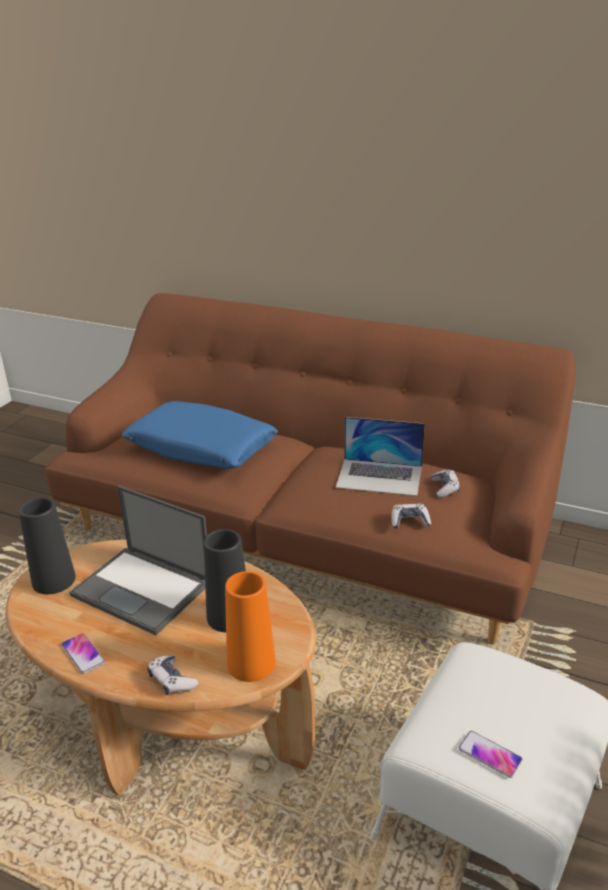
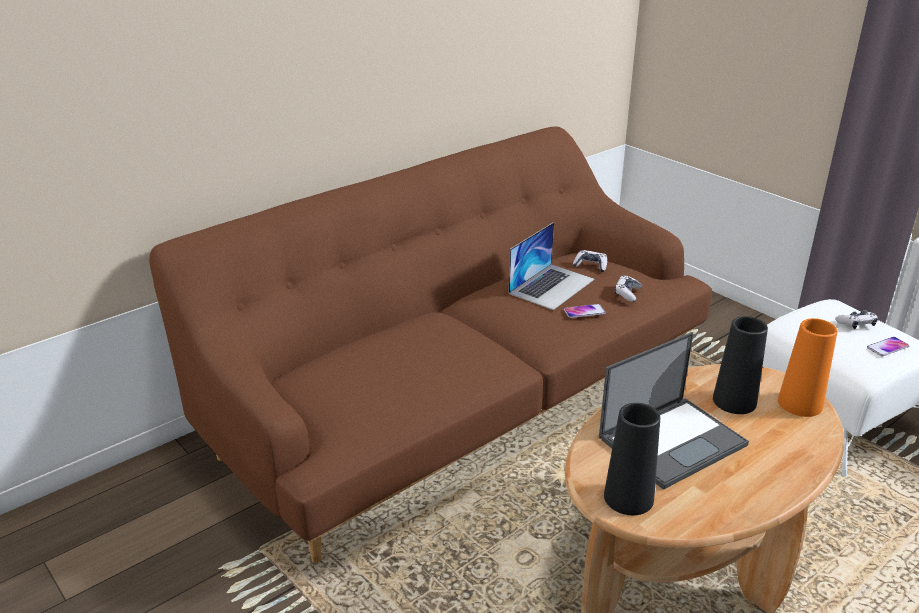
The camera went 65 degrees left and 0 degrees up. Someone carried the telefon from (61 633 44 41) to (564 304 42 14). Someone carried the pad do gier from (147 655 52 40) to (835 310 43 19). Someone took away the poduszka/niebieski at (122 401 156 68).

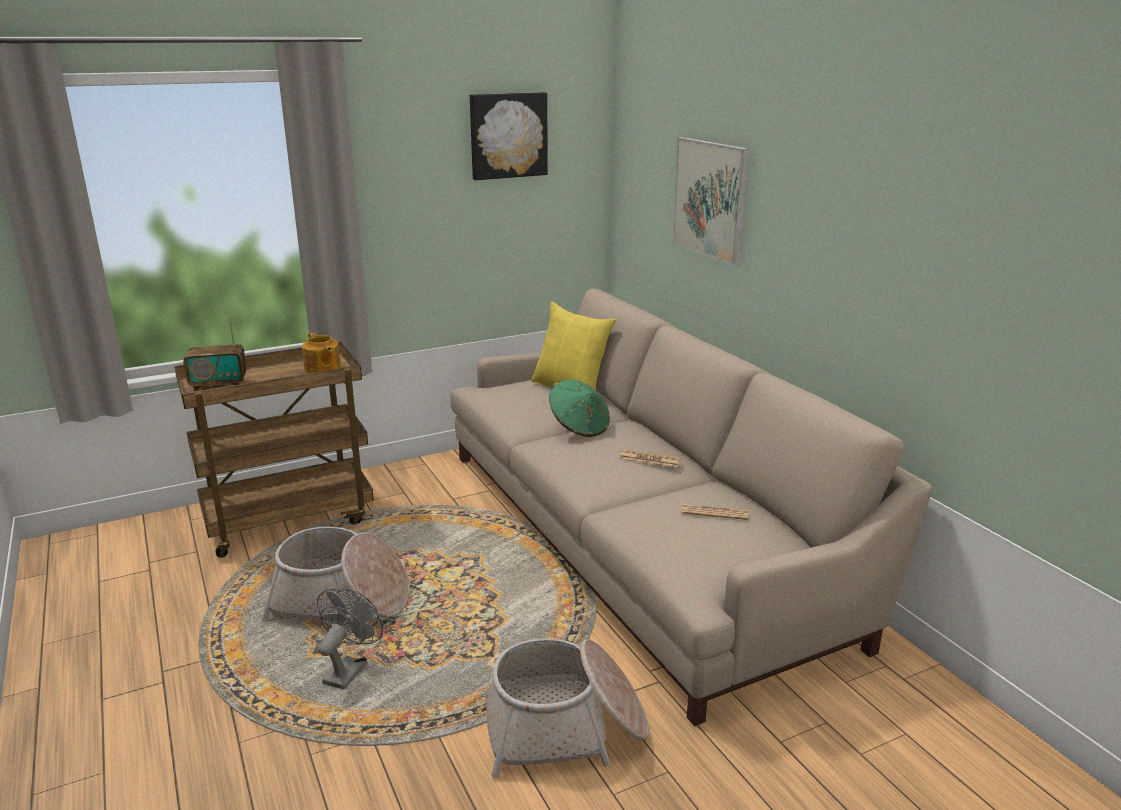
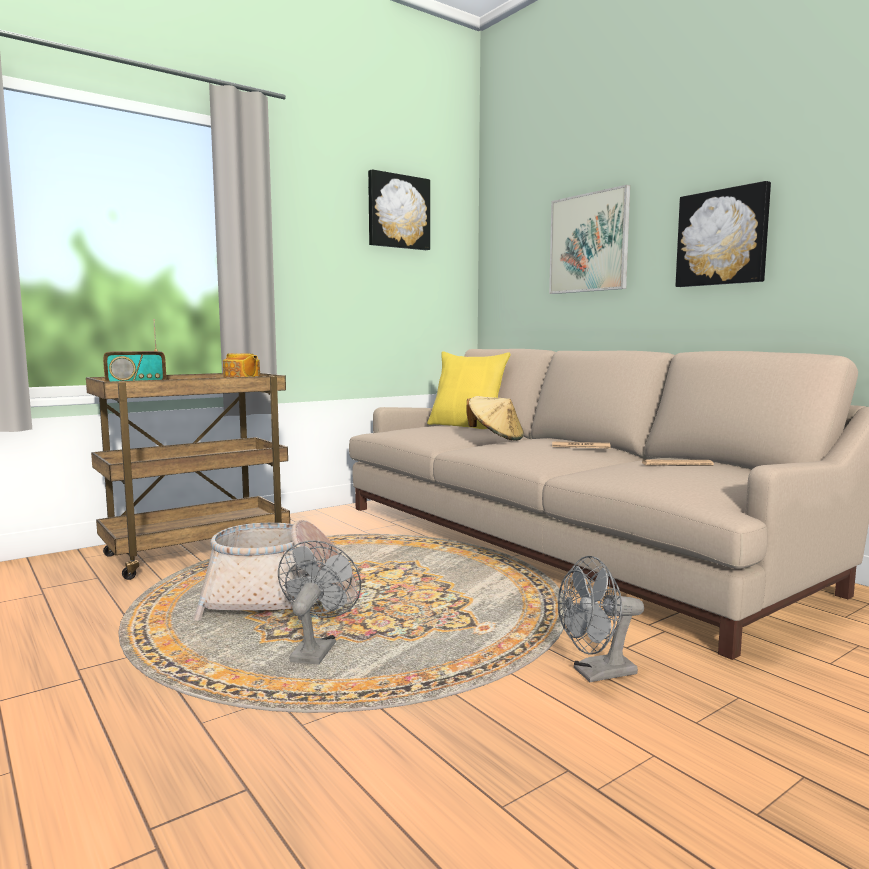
The camera went 10 degrees left and 15 degrees down. Someone repainted the kapelusz/zielony at (549 379 61 58), which became the kapelusz/beżowy at (466 396 58 45). Someone swapped the koszyk at (485 638 164 140) for the wentylator/szary at (558 556 86 126). Someone put up the obraz at (675 181 96 106).

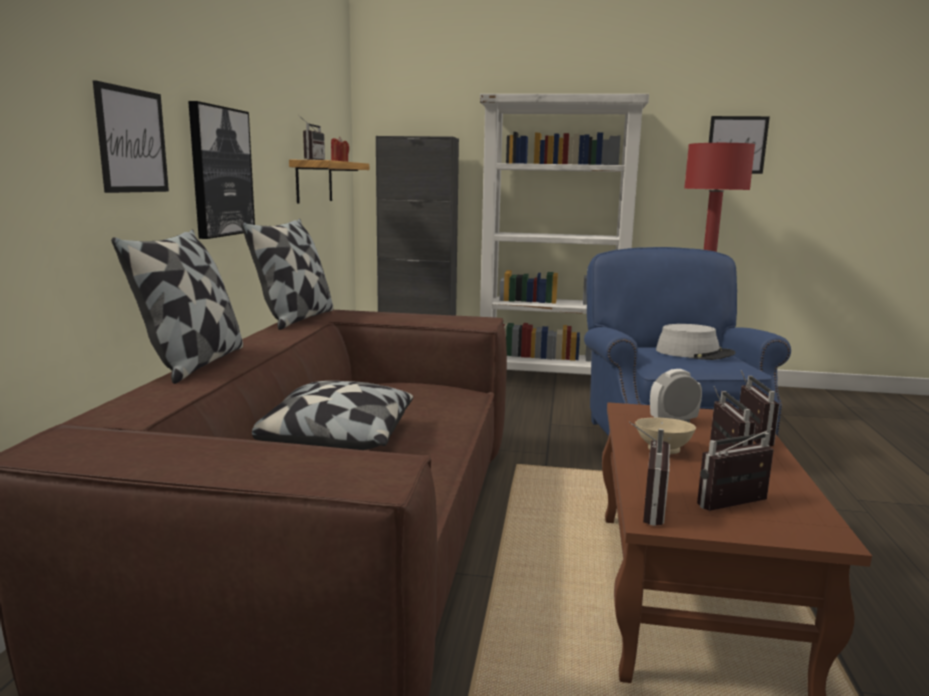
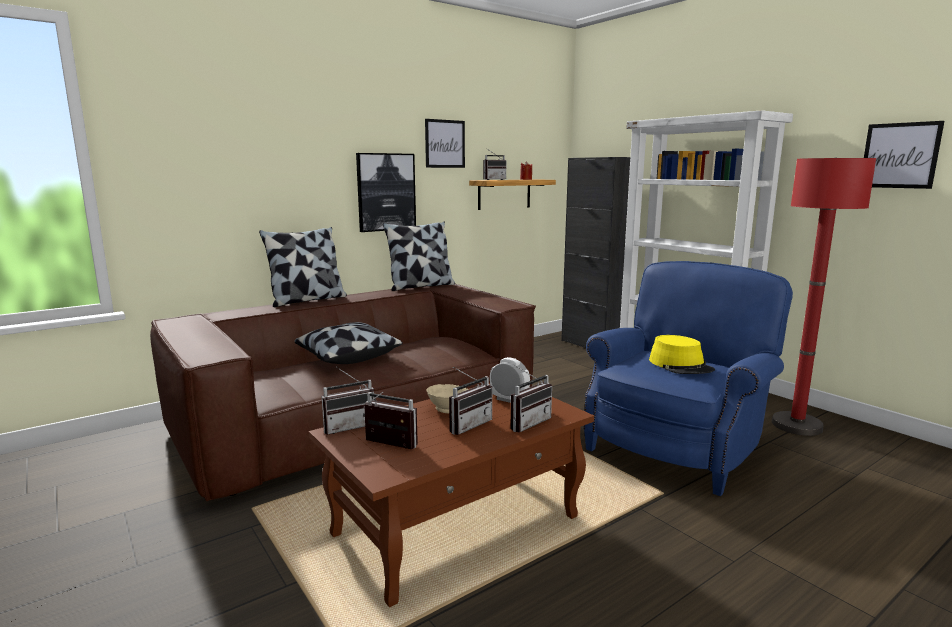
The camera went 45 degrees right and 0 degrees up. Someone carried the obraz from (93 81 76 112) to (425 119 40 49). Someone repainted the kapelusz/szary at (656 324 79 36), which became the kapelusz/żółty at (649 335 66 39).

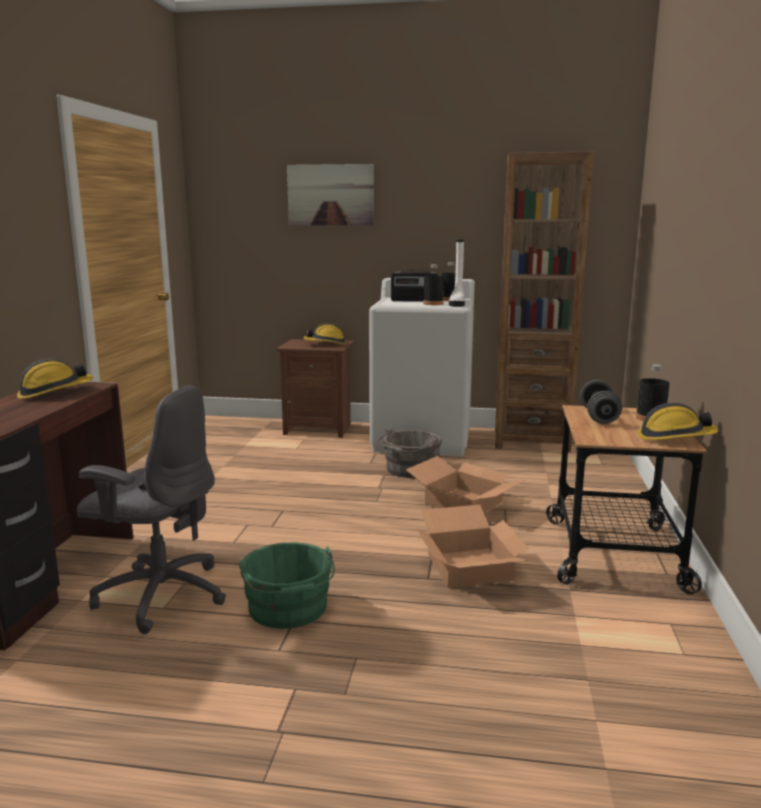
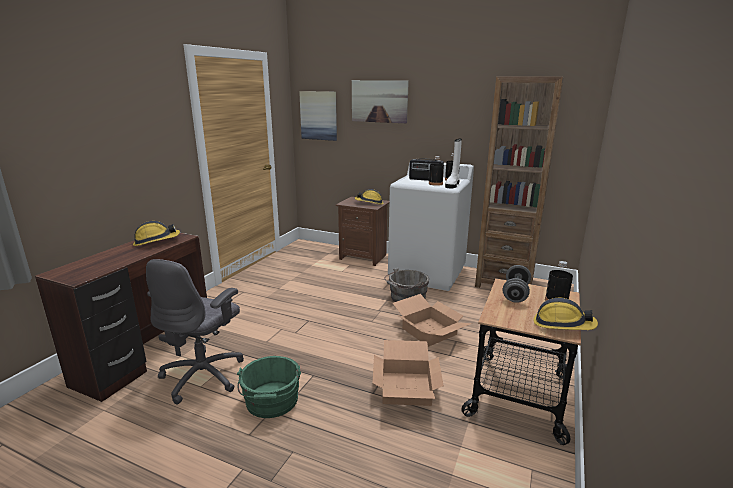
The camera went 15 degrees right and 5 degrees up. Someone rotated the krzesło biurowe/szary at (77 385 149 249) by 75 degrees clockwise. Someone put up the obraz at (299 91 38 50).

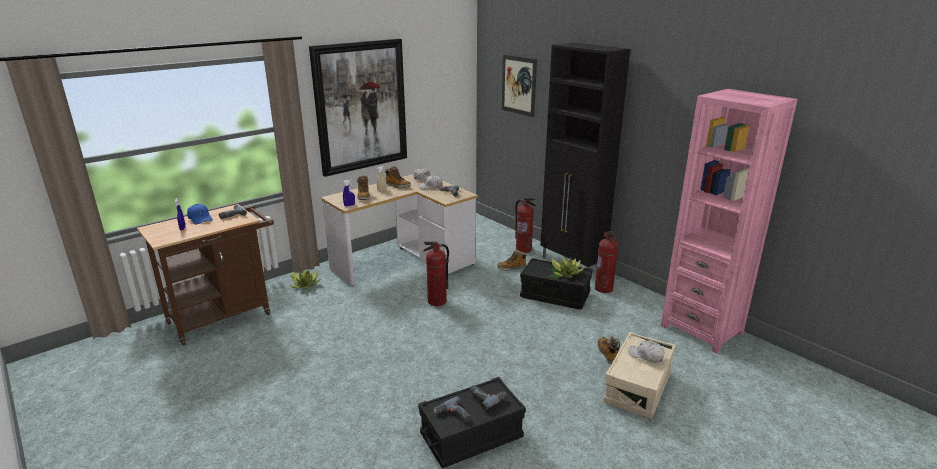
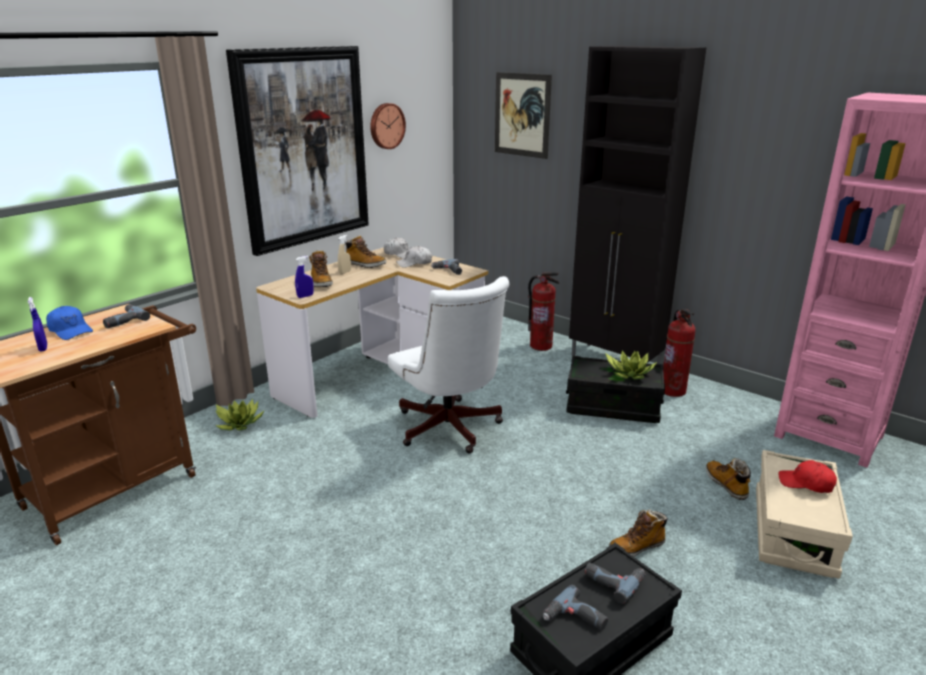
The camera went 10 degrees left and 0 degrees up. Someone put up the zegar ścienny at (370 103 36 46). Someone swapped the gaśnica at (423 242 26 64) for the krzesło biurowe/biały at (388 276 121 177). Someone carried the but z cholewką from (497 250 29 21) to (609 510 59 47). Someone repainted the czapka z daszkiem/biały at (628 340 37 23), which became the czapka z daszkiem/czerwony at (779 460 58 33).

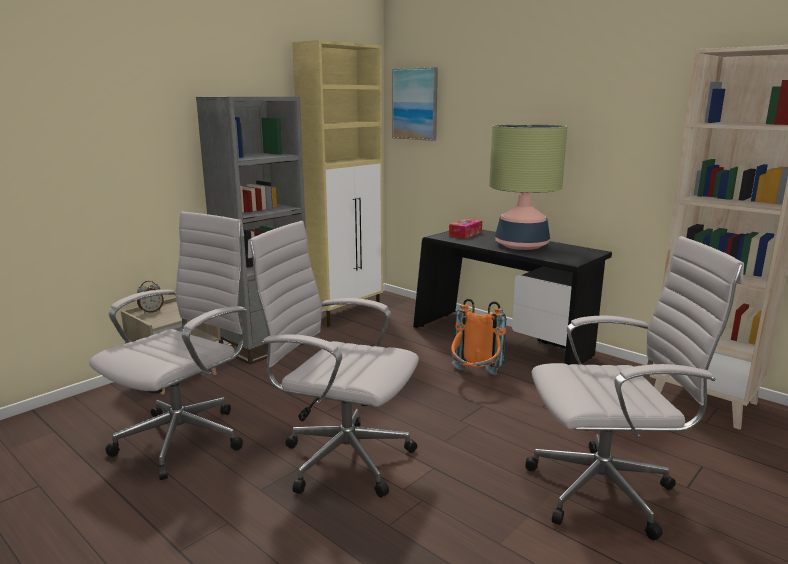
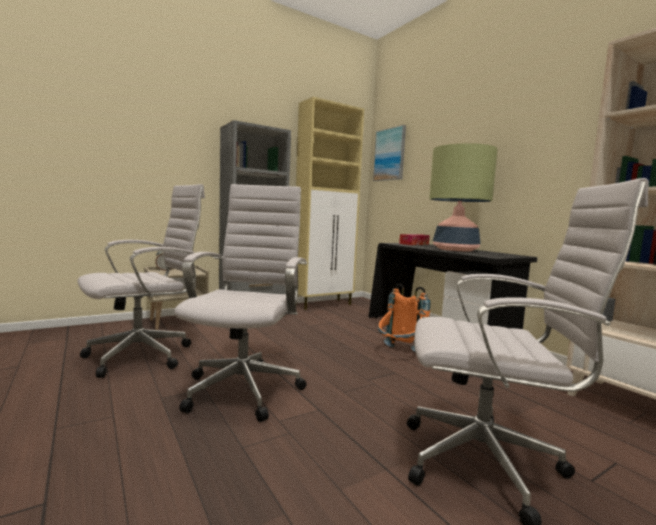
The camera went 15 degrees right and 10 degrees down. Someone rotated the krzesło biurowe/biały at (248 221 171 276) by 60 degrees clockwise.

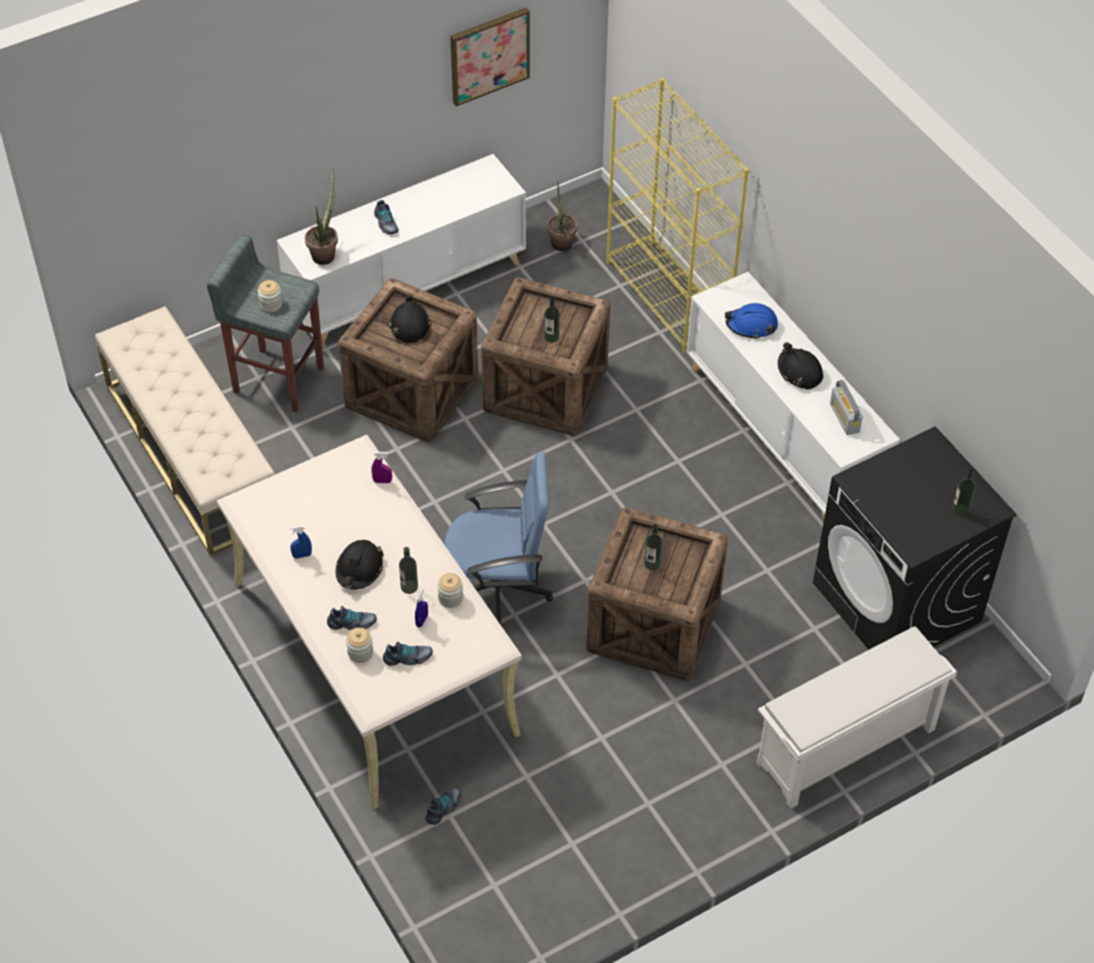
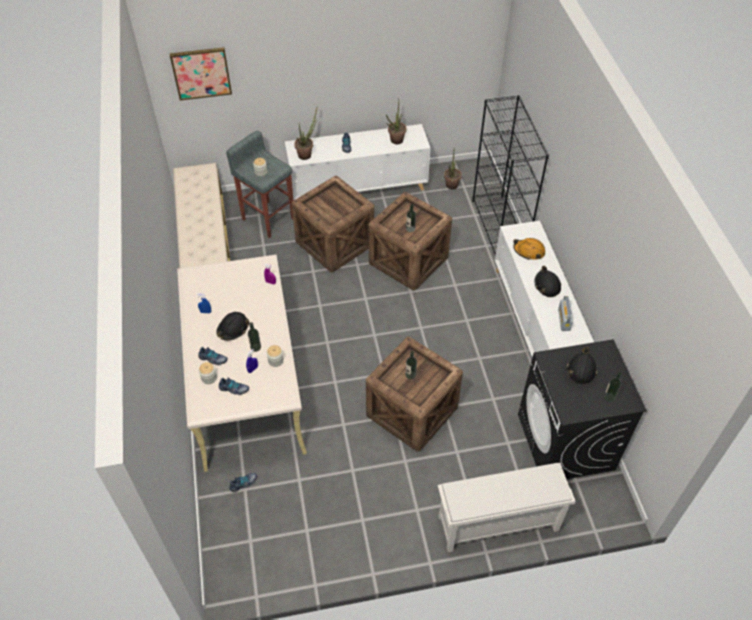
The camera went 20 degrees right and 0 degrees up. Someone carried the obraz from (450 7 80 100) to (170 47 62 54). Someone put down the roślina doniczkowa at (386 100 20 44). Someone repainted the regał/żółty at (606 78 143 276), which became the regał/czarny at (472 95 77 159). Someone repainted the kask/niebieski at (725 303 53 36), which became the kask/pomarańczowy at (513 238 32 22). Someone carried the kask/czarny from (389 294 42 49) to (567 347 31 37). Someone took away the krzesło biurowe/niebieski at (444 452 109 173).

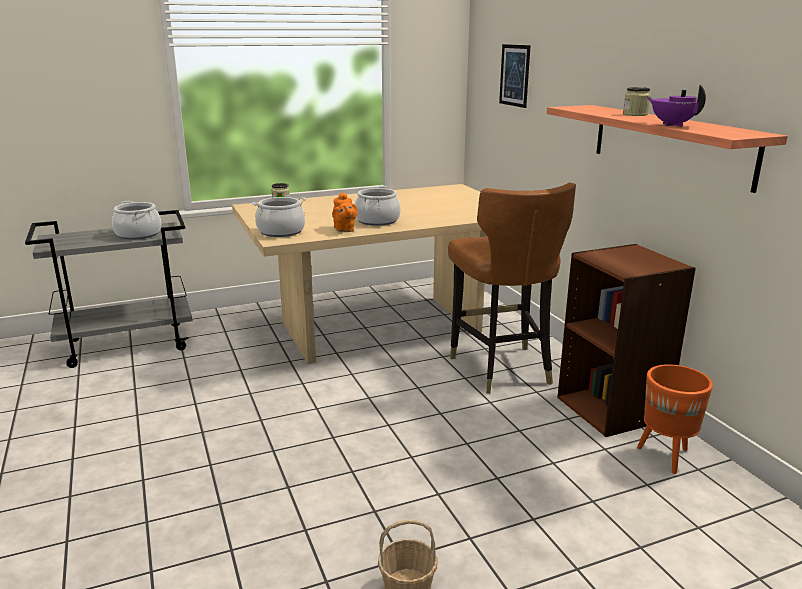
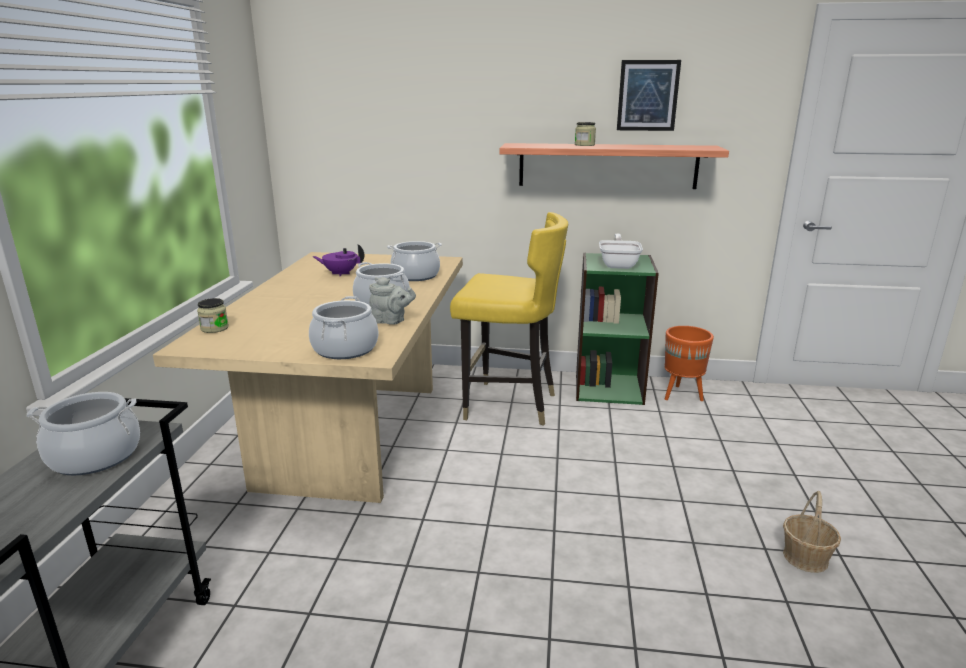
The camera went 60 degrees left and 0 degrees up. Someone carried the imbryk/fioletowy from (648 85 58 41) to (312 244 52 32). Someone repainted the imbryk/pomarańczowy at (332 192 26 40), which became the imbryk/szary at (369 277 47 48). Someone put down the garnek at (387 241 55 40). Someone repainted the krzesło/brązowy at (448 182 128 211), which became the krzesło/żółty at (450 212 118 214). Someone repainted the regał/brązowy at (557 244 139 193), which became the regał/zielony at (576 253 83 152). Someone put down the patelnia at (599 234 44 35). Someone carried the obraz from (499 44 32 64) to (617 60 64 71).

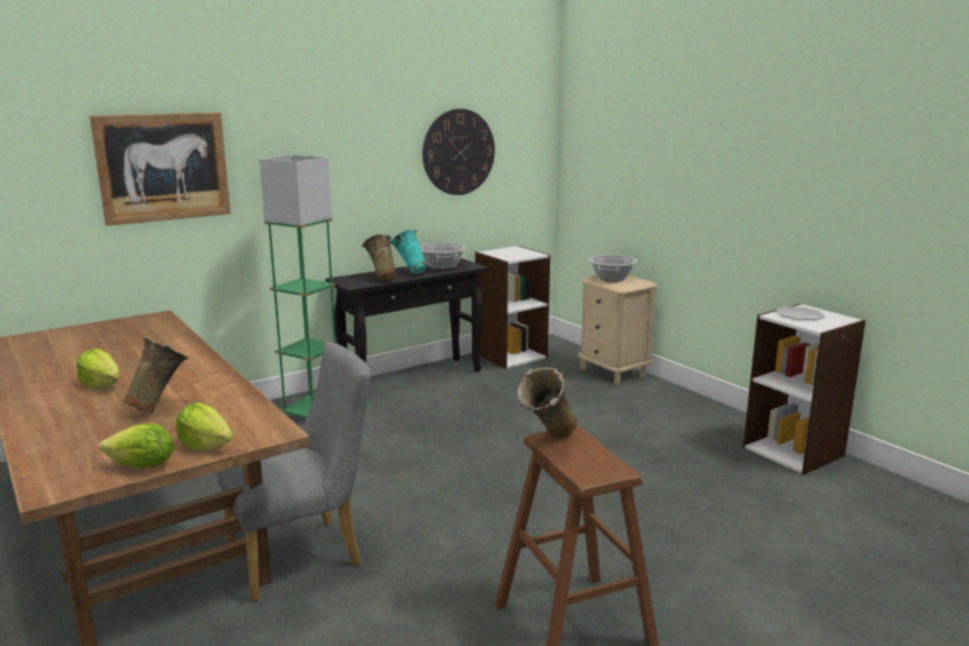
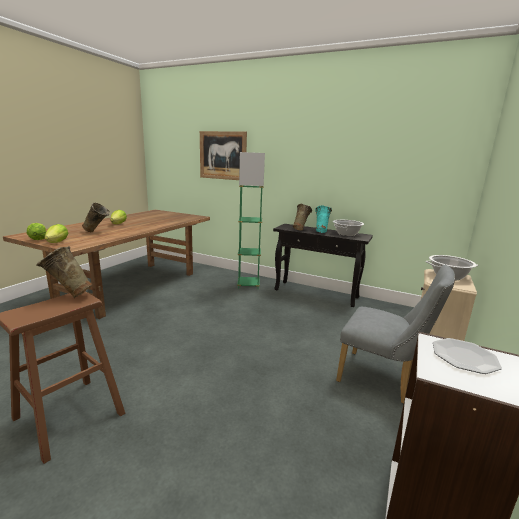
The camera went 60 degrees right and 0 degrees up. Someone carried the krzesło/szary from (216 342 155 259) to (336 265 119 139). Someone took away the zegar ścienny at (423 109 72 86). Someone took away the regał/biały at (475 246 75 123).

